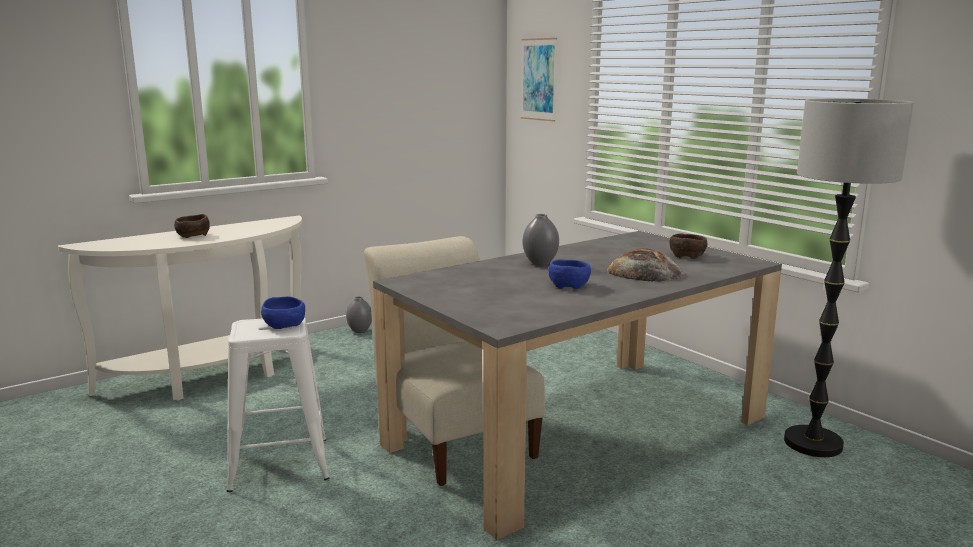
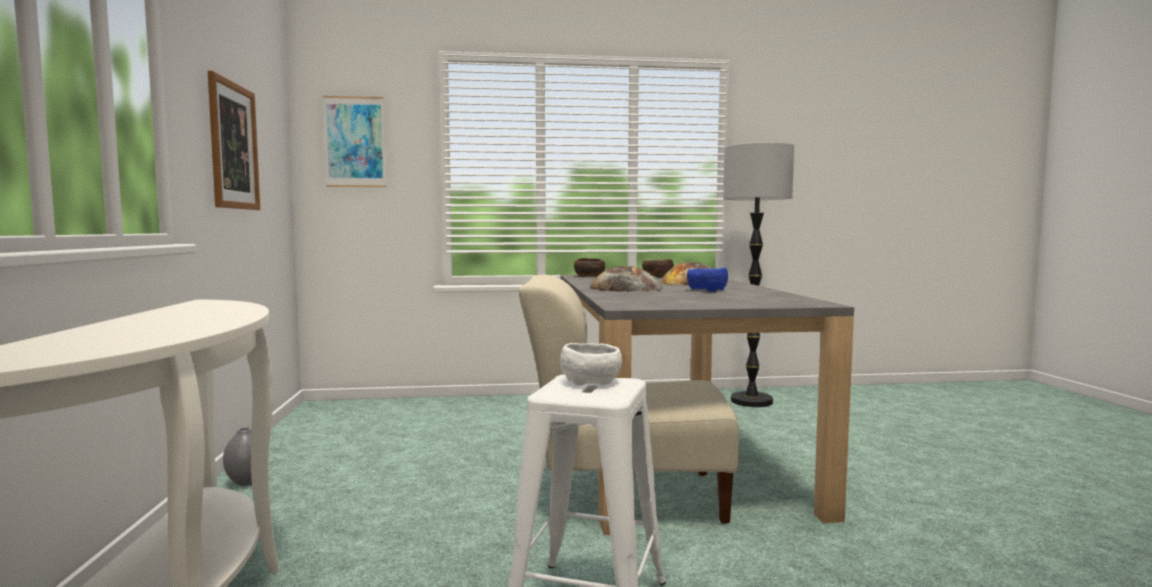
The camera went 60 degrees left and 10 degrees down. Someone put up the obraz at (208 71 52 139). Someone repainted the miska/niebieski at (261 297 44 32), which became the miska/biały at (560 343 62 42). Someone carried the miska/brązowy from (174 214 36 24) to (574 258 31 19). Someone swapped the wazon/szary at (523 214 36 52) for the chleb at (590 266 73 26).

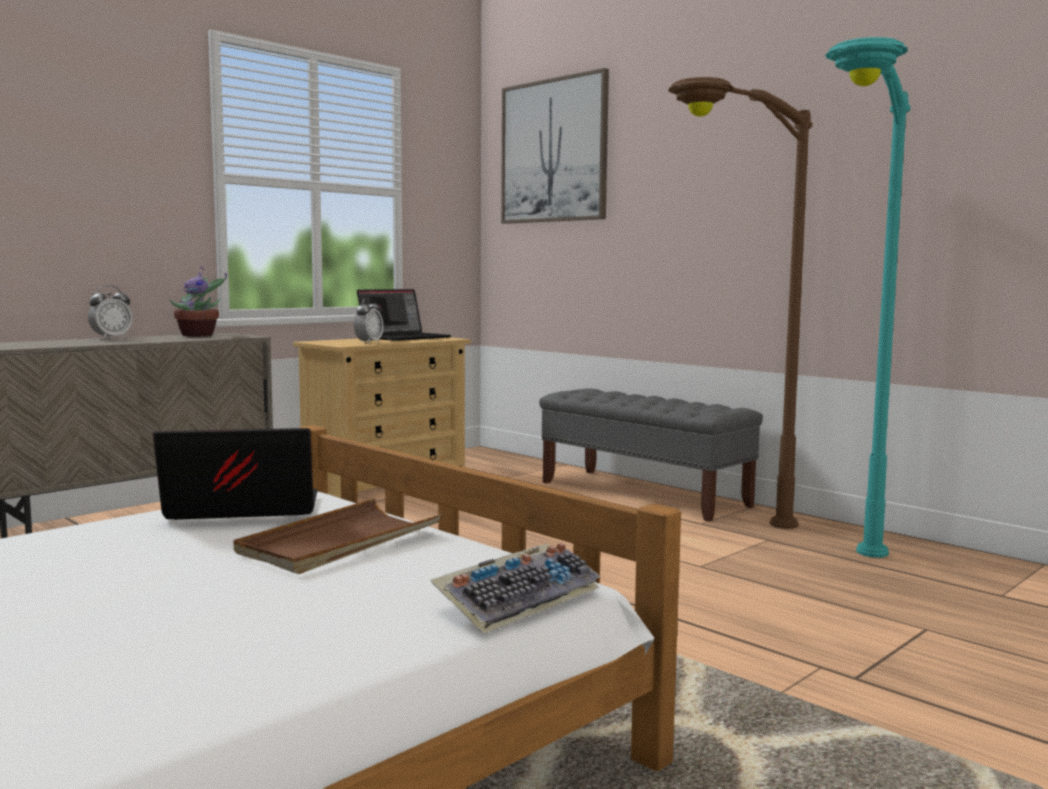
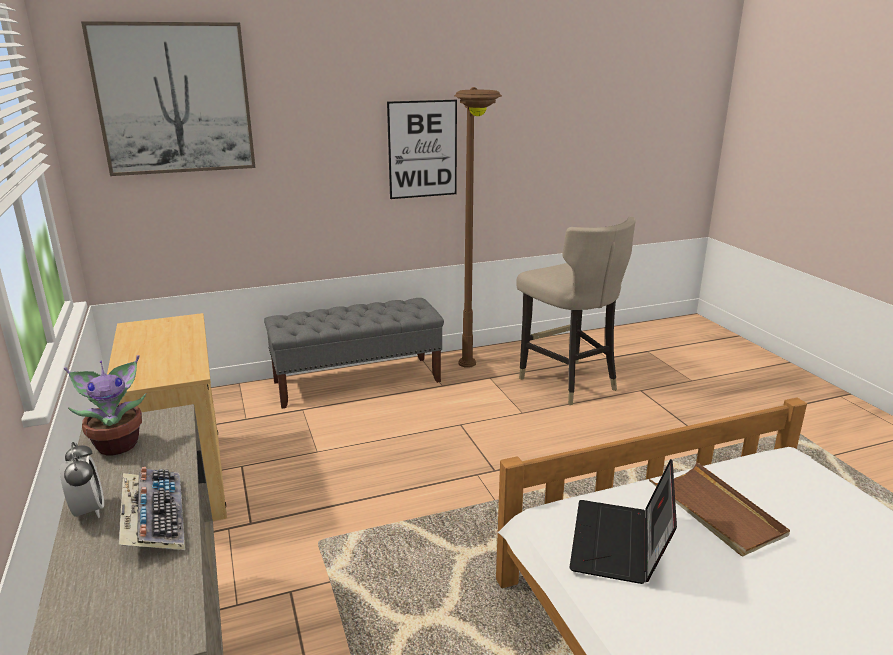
The camera went 65 degrees left and 15 degrees up. Someone carried the klawiatura from (430 543 171 91) to (119 467 66 83). Someone put up the obraz at (387 100 70 99). Someone swapped the lampa stojąca/turkusowy at (825 37 85 521) for the stołek/beżowy at (516 217 120 188). Someone took away the budzik at (354 297 29 47). Someone took away the laptop at (357 289 94 52).

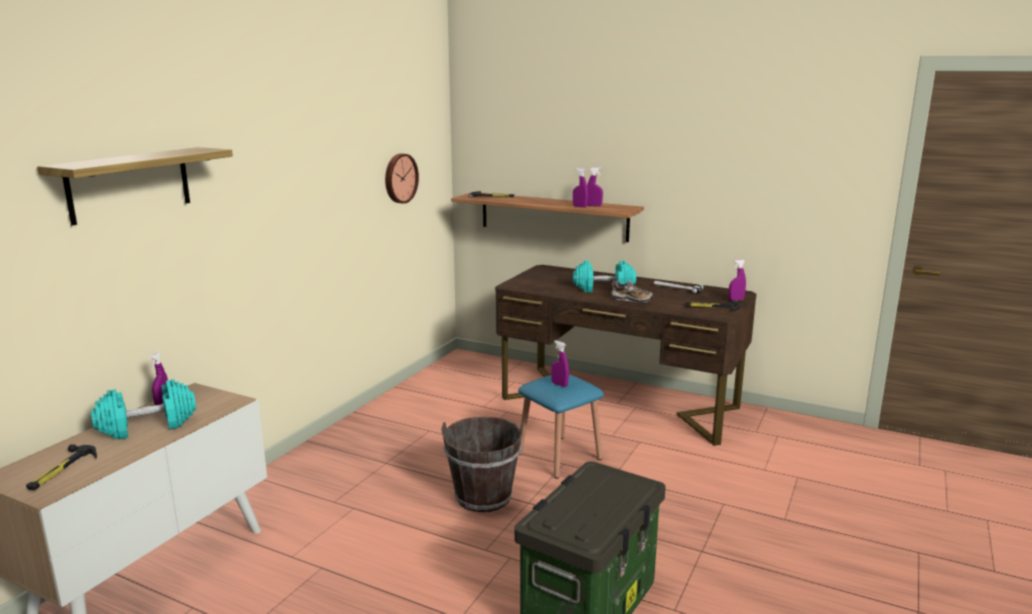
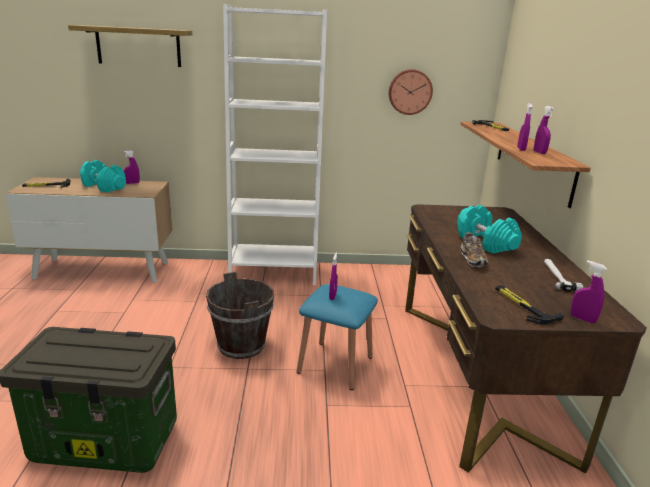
The camera went 60 degrees right and 5 degrees up. Someone put down the regał/biały at (223 4 104 281).

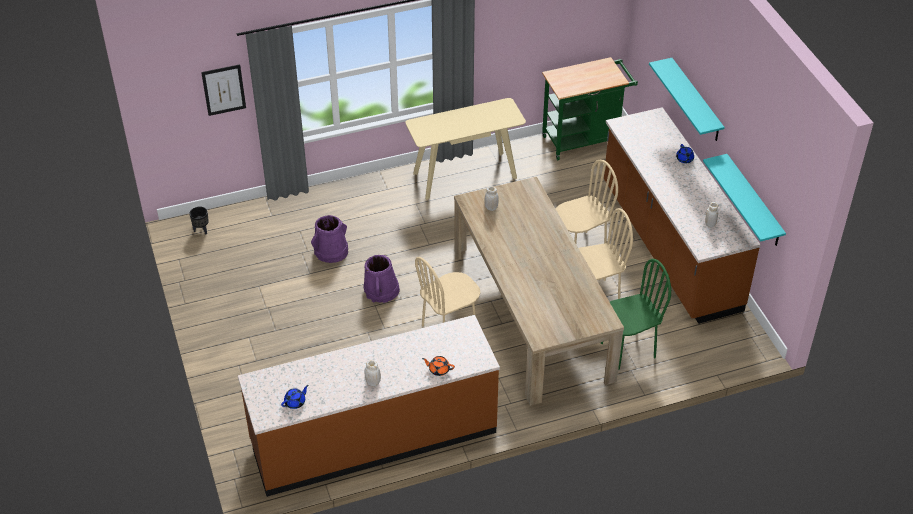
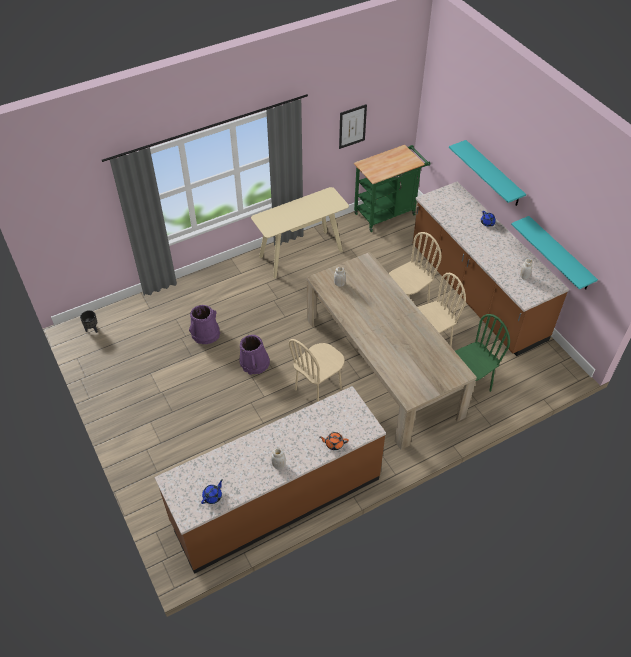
The camera went 10 degrees left and 5 degrees up. Someone carried the obraz from (201 64 45 52) to (339 104 28 45).

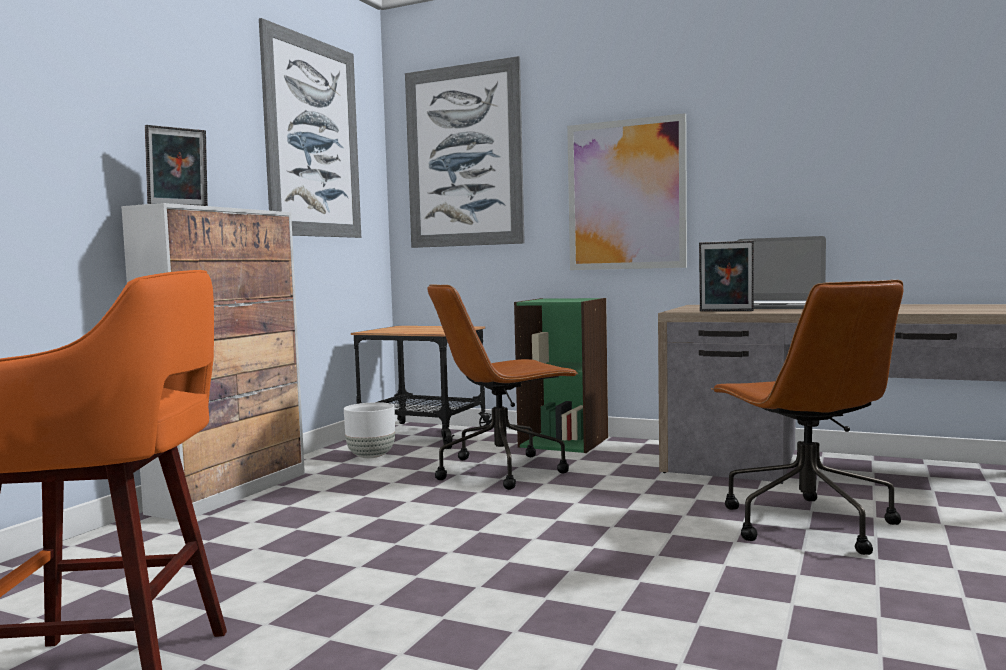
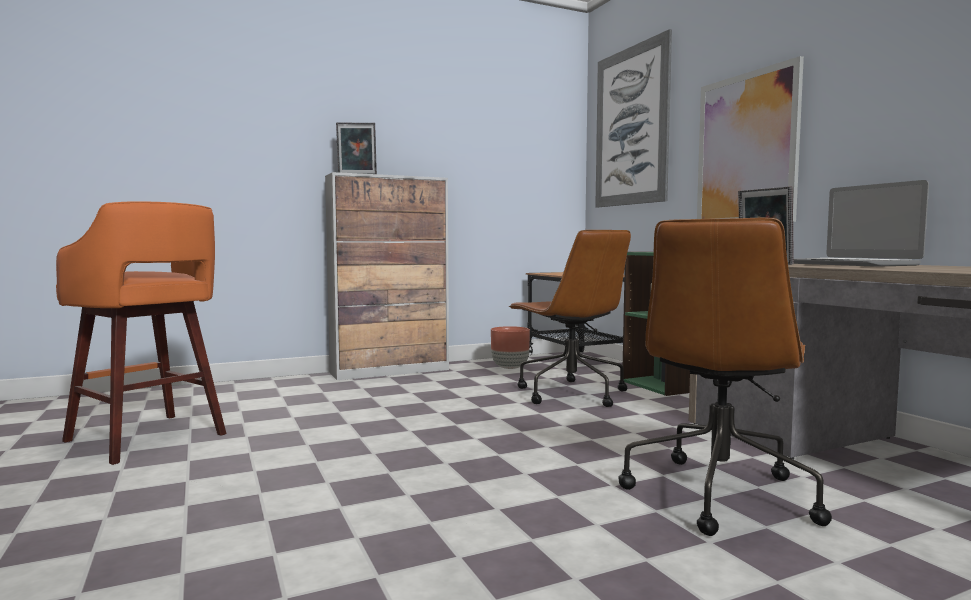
The camera went 40 degrees right and 0 degrees up. Someone repainted the donica/biały at (344 402 51 56), which became the donica/brązowy at (491 326 39 43). Someone rotated the krzesło biurowe/brązowy at (427 284 152 206) by 135 degrees counterclockwise. Someone took away the obraz at (259 18 102 220).

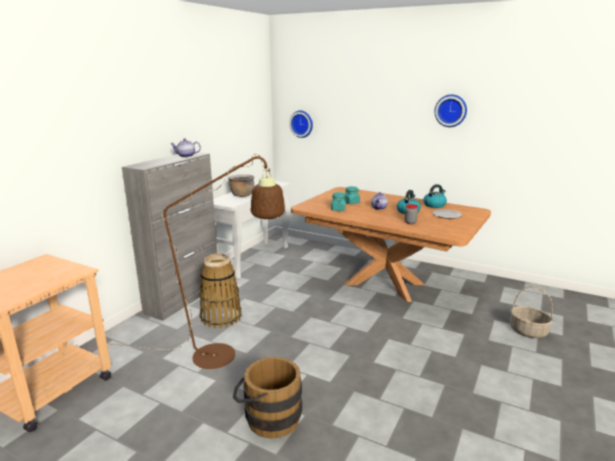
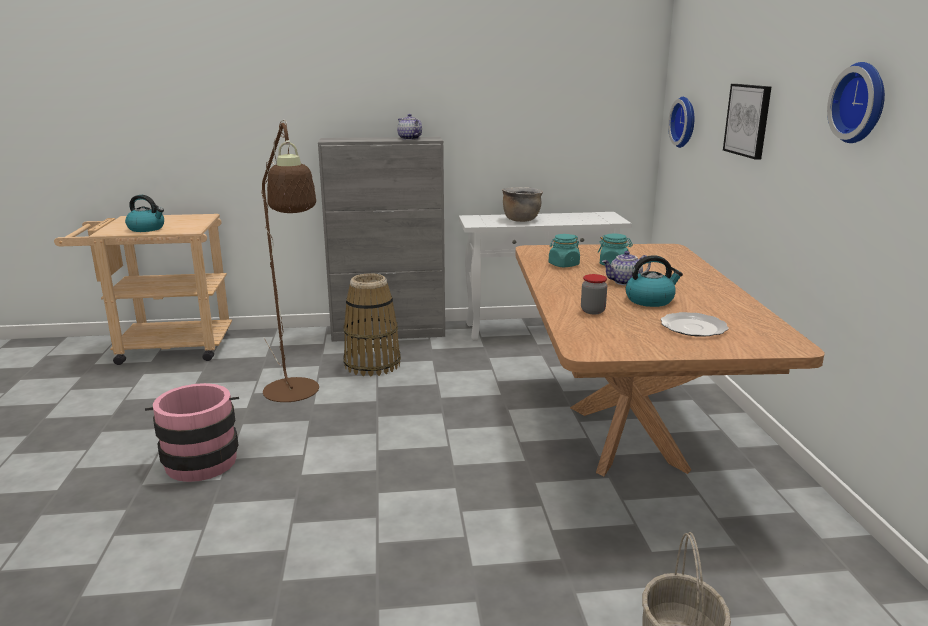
The camera went 55 degrees right and 0 degrees up. Someone carried the czajnik from (424 184 23 24) to (125 195 39 37). Someone repainted the wiadro/brązowy at (233 357 69 82), which became the wiadro/różowy at (145 383 94 99). Someone put up the obraz at (723 84 48 76).

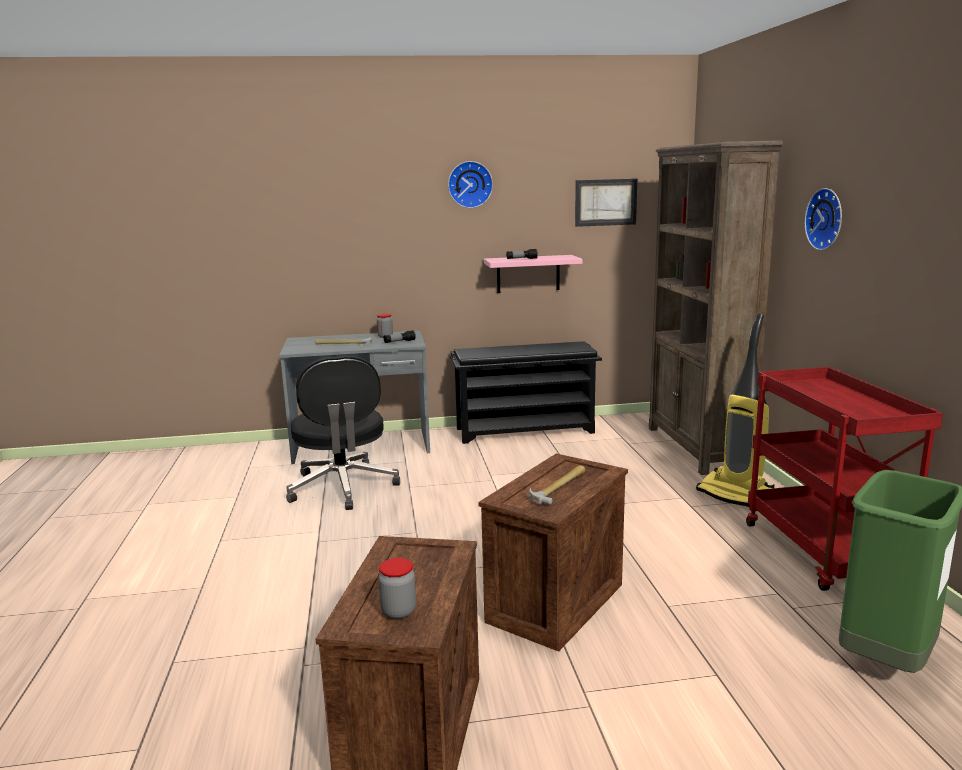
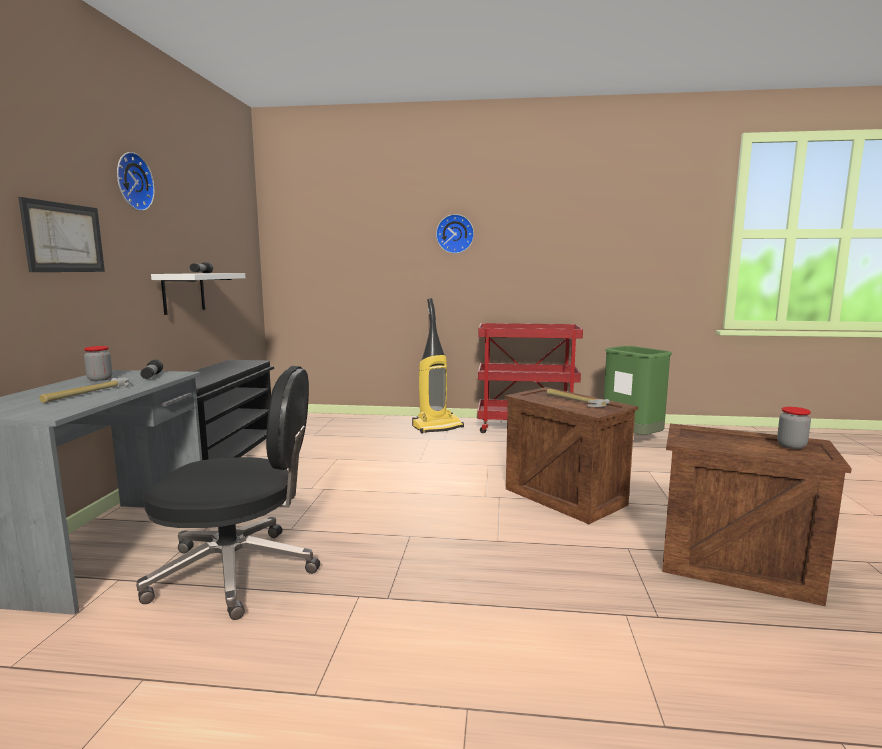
The camera went 75 degrees left and 5 degrees down. Someone carried the obraz from (575 179 62 48) to (18 197 87 75). Someone repainted the półka/różowy at (484 255 98 38), which became the półka/biały at (151 273 94 42). Someone took away the regał/brązowy at (649 140 134 335).

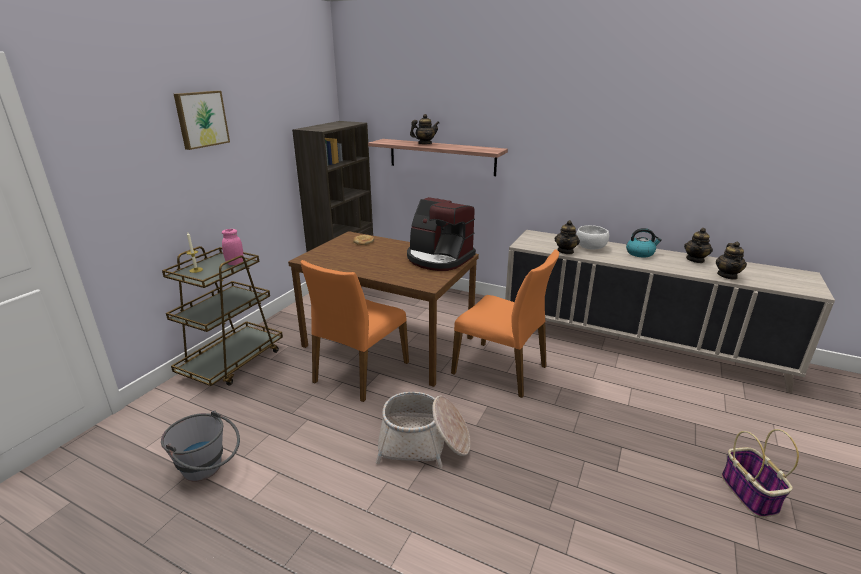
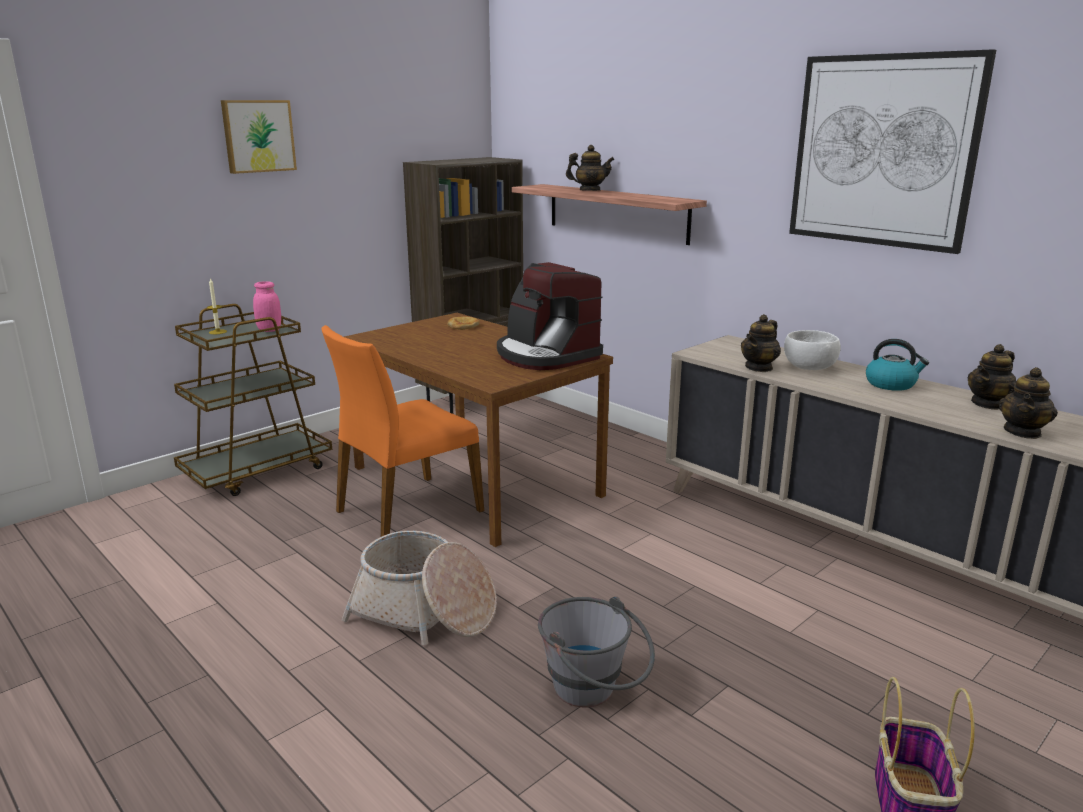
The camera went 20 degrees right and 5 degrees down. Someone carried the wiadro/szary from (161 411 79 71) to (538 596 117 112). Someone put up the obraz at (789 49 207 205). Someone took away the krzesło/pomarańczowy at (451 250 108 148).

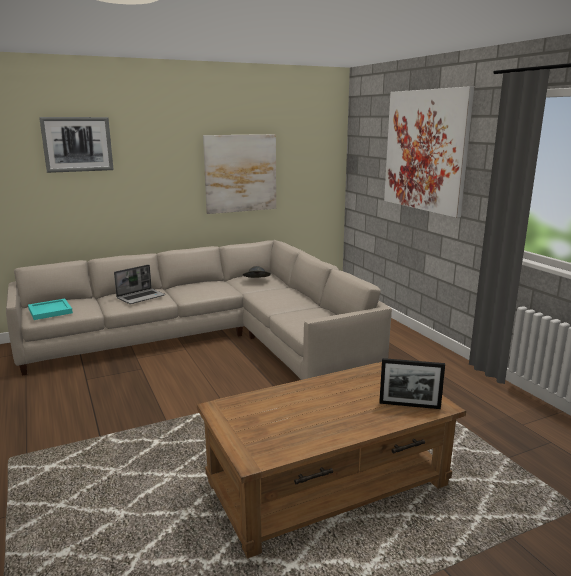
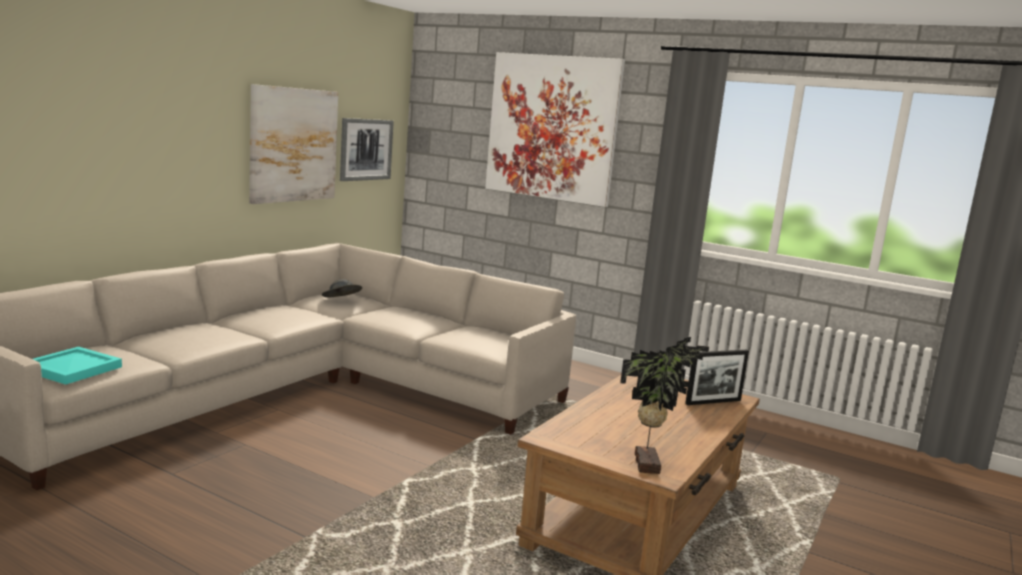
The camera went 35 degrees left and 5 degrees down. Someone carried the obraz from (39 117 75 56) to (340 118 54 63). Someone put down the roślina doniczkowa at (620 337 89 137). Someone took away the laptop at (114 264 51 40).

